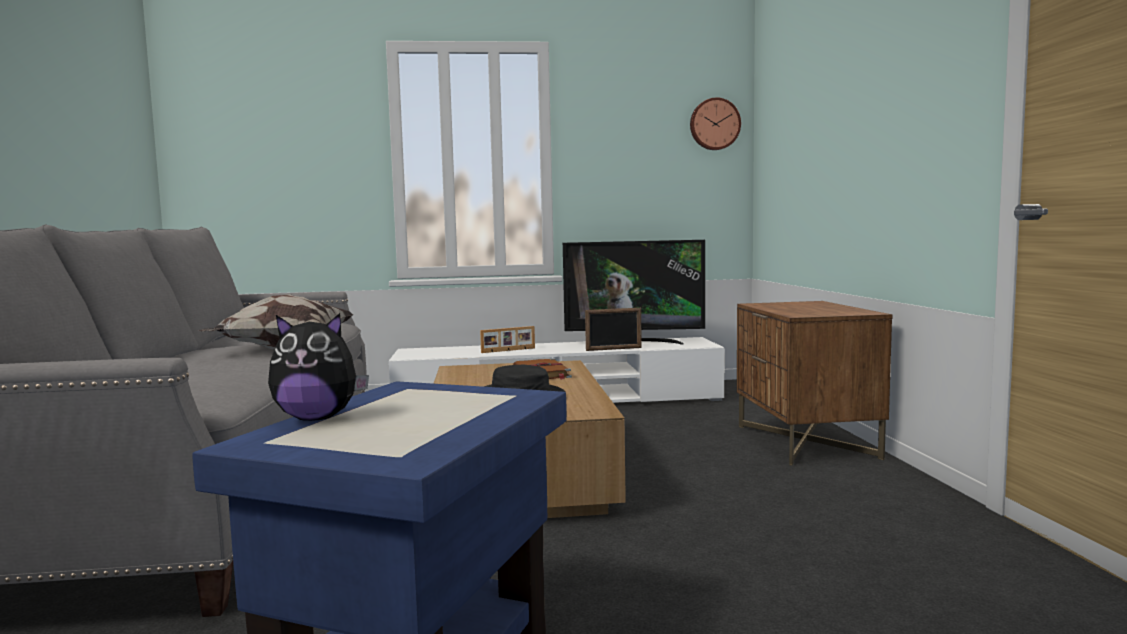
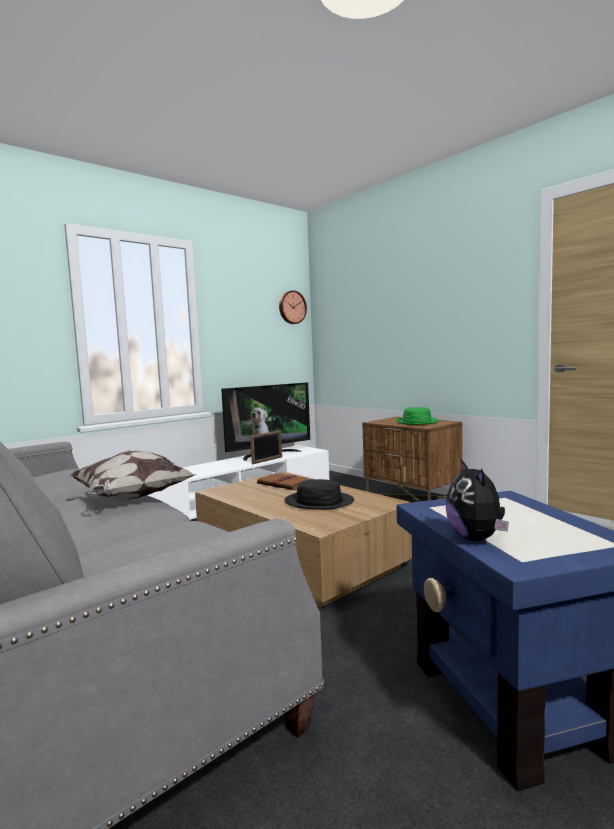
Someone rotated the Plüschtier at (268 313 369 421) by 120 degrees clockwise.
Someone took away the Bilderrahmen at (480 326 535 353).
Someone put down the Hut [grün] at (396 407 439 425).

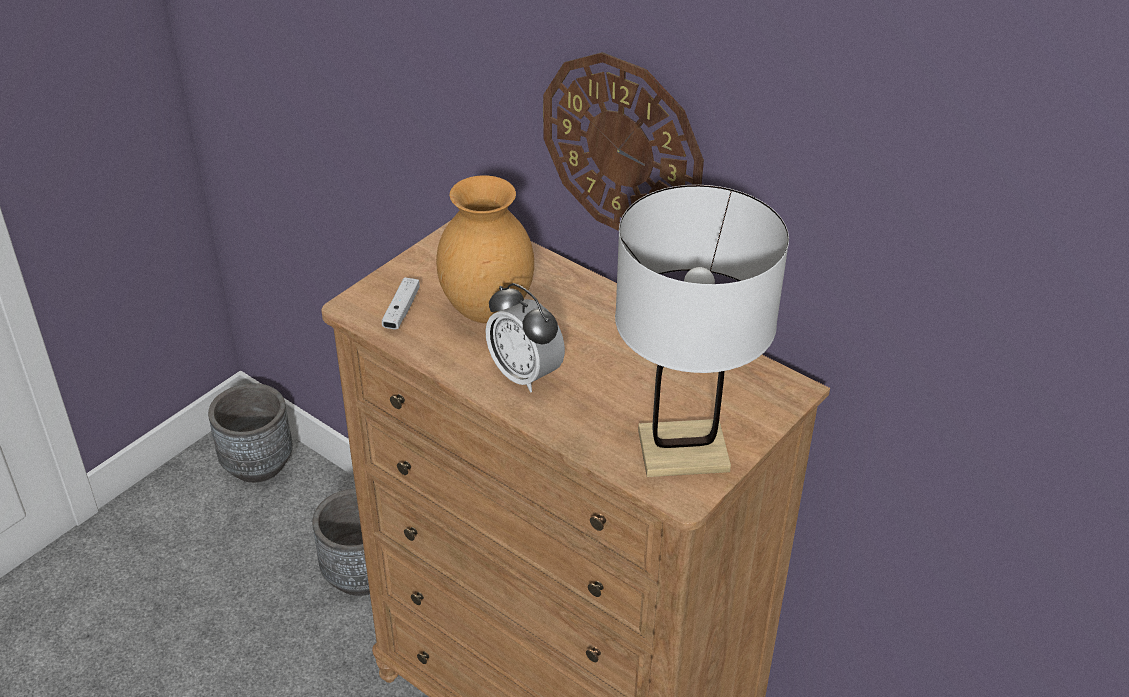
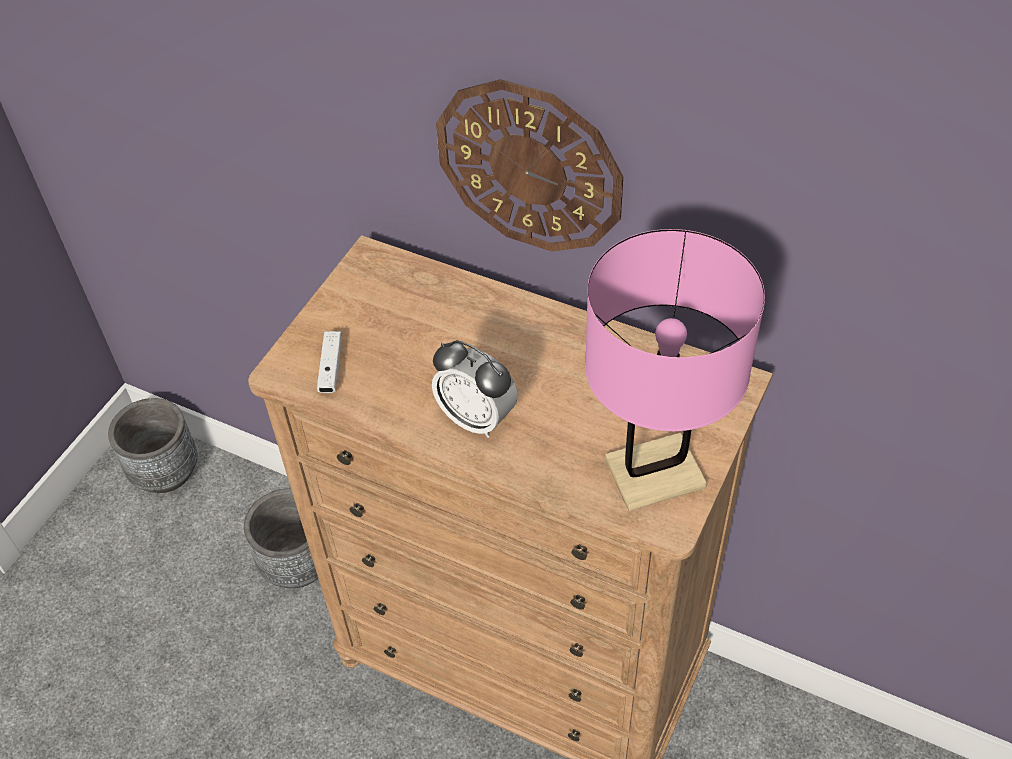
Someone took away the Vase [braun] at (436 175 534 323).
Someone repainted the Tischlampe [weiß] at (615 185 789 477), which became the Tischlampe [rosa] at (585 229 765 511).

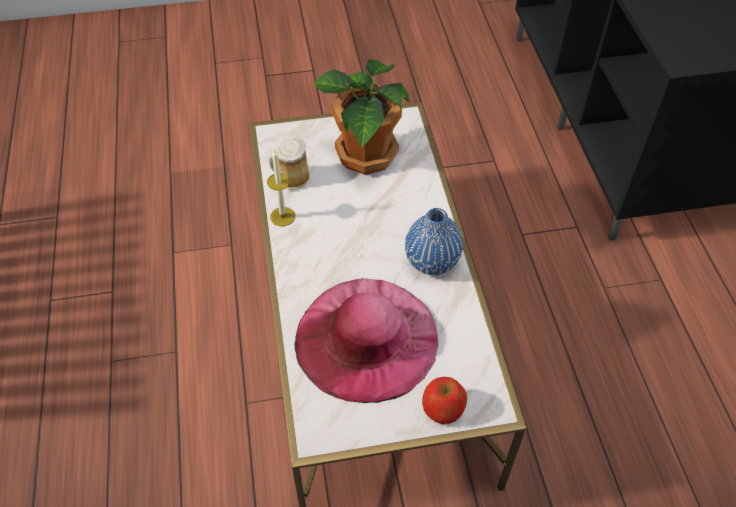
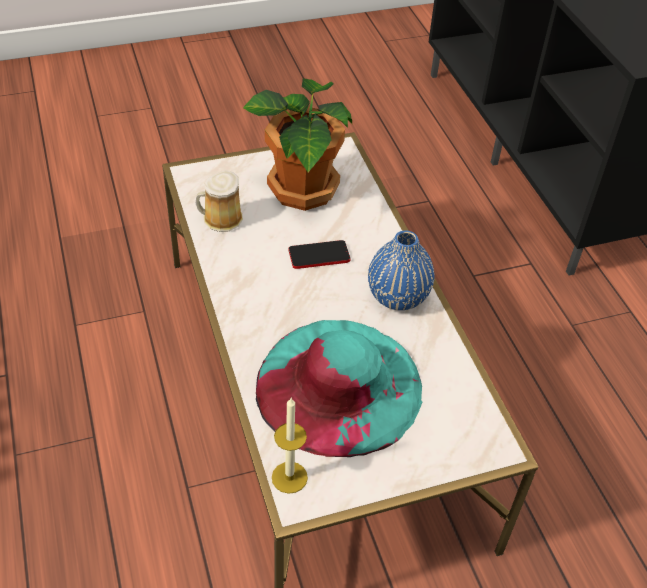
Someone carried the Kerze from (267 150 295 226) to (272 398 308 494).
Someone repainted the Hut [rosa] at (294 278 438 403), which became the Hut [türkis] at (256 320 422 457).
Someone took away the Apfel at (422 377 467 424).
Someone put down the Handy at (288 240 351 269).

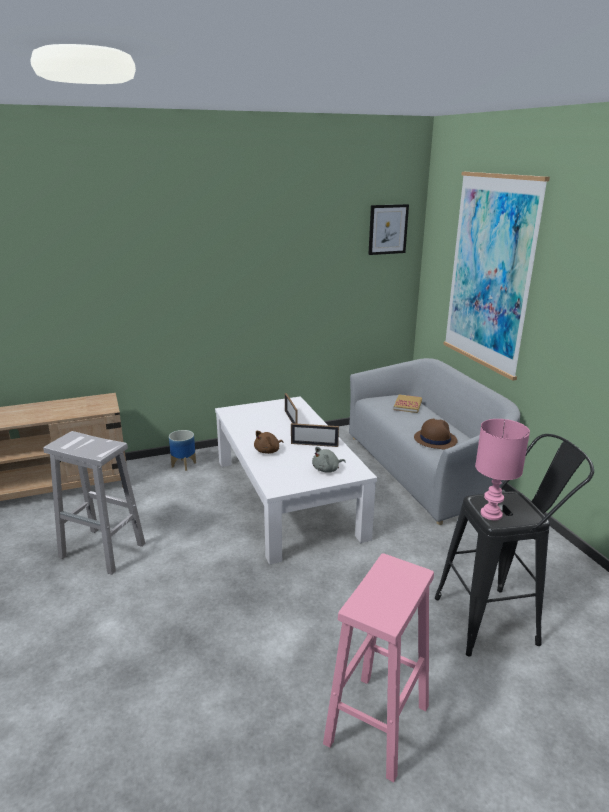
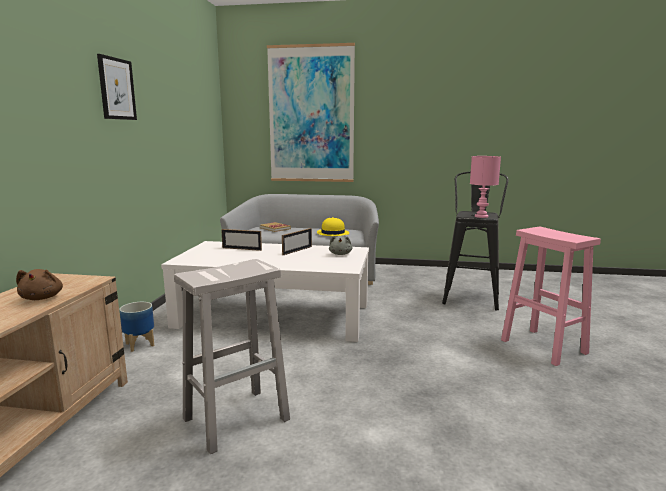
Someone carried the Plüschtier [braun] from (254 431 283 454) to (16 269 63 300).
Someone carried the Bild from (368 204 409 255) to (97 54 137 120).
Someone repainted the Hut [braun] at (414 419 458 450), which became the Hut [gelb] at (317 217 349 236).

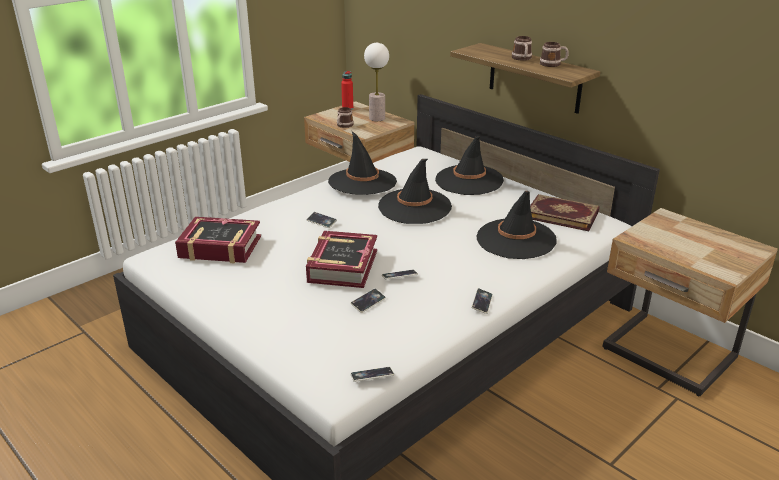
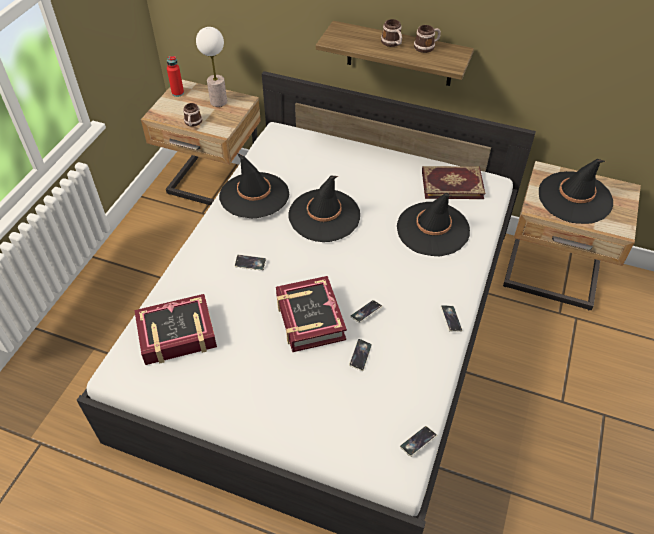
Someone carried the Hut [schwarz] from (435 136 504 195) to (539 159 613 224).

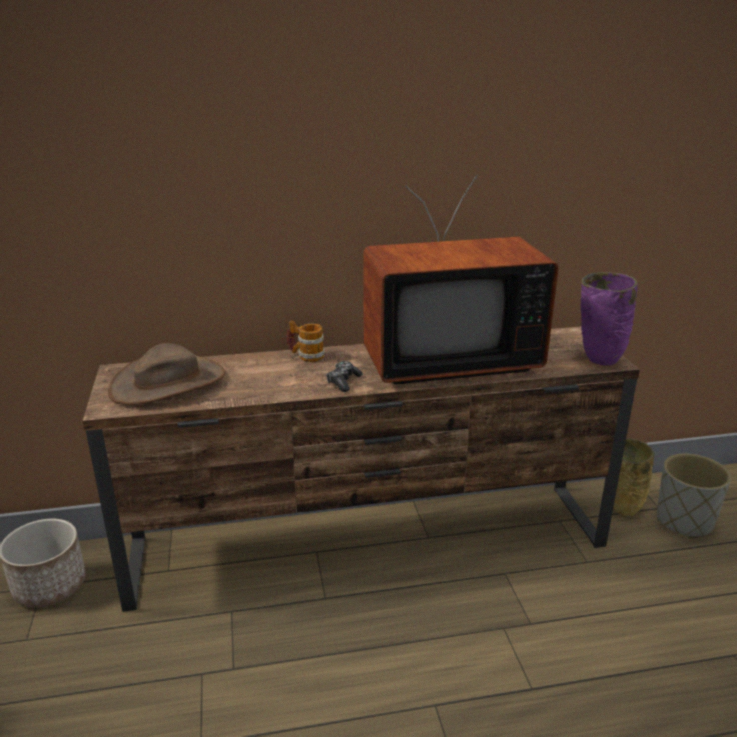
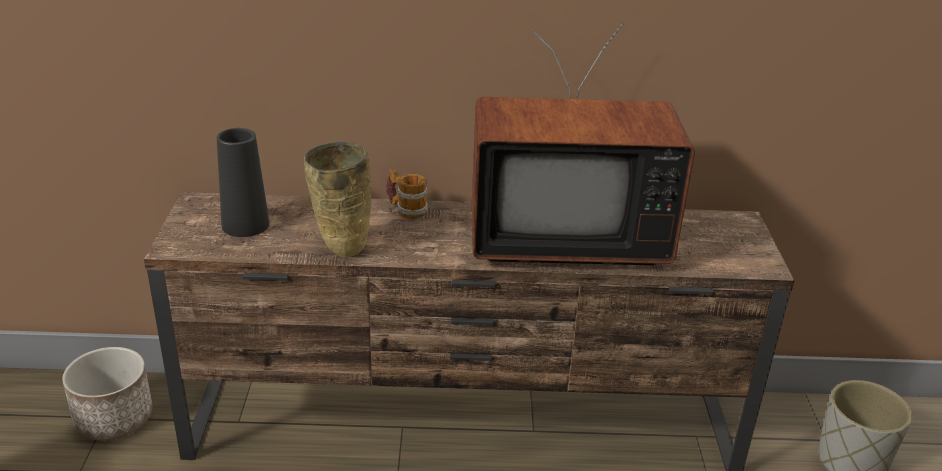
Someone swapped the Hut [braun] at (108 343 225 405) for the Vase [schwarz] at (217 128 269 237).
Someone took away the Gamepad at (326 361 363 392).
Someone took away the Vase [lila] at (581 272 638 365).
Someone carried the Vase [beige] from (613 438 654 516) to (304 142 371 257).

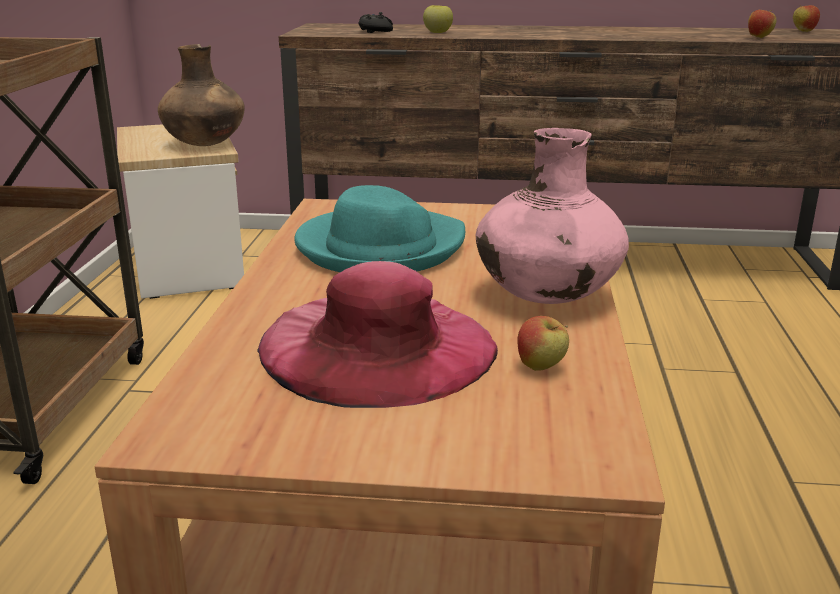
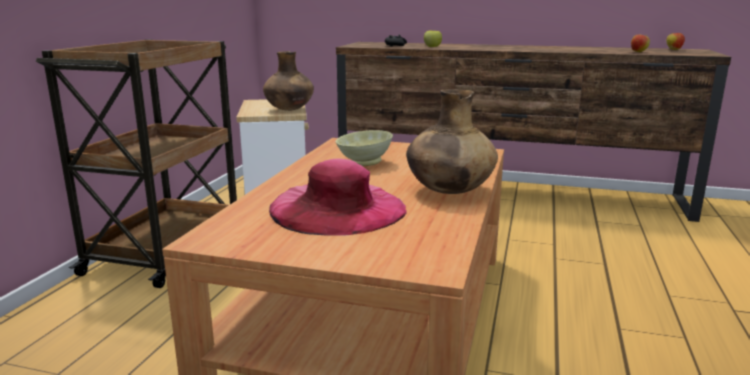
Someone swapped the Hut [türkis] at (294 185 465 272) for the Schüssel [beige] at (336 130 393 166).
Someone repainted the Vase [rosa] at (476 128 629 304), which became the Vase [braun] at (406 89 498 194).
Someone took away the Apfel at (517 316 569 371).

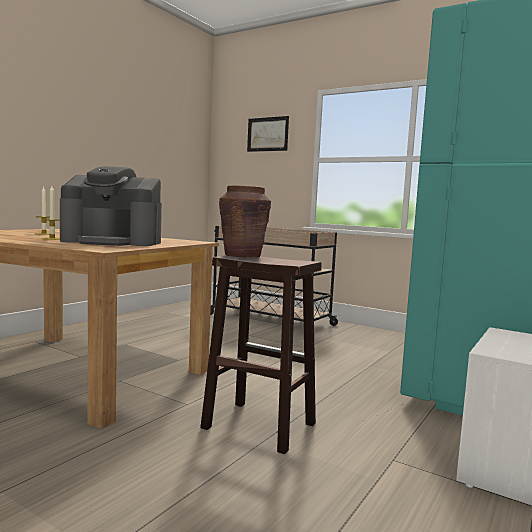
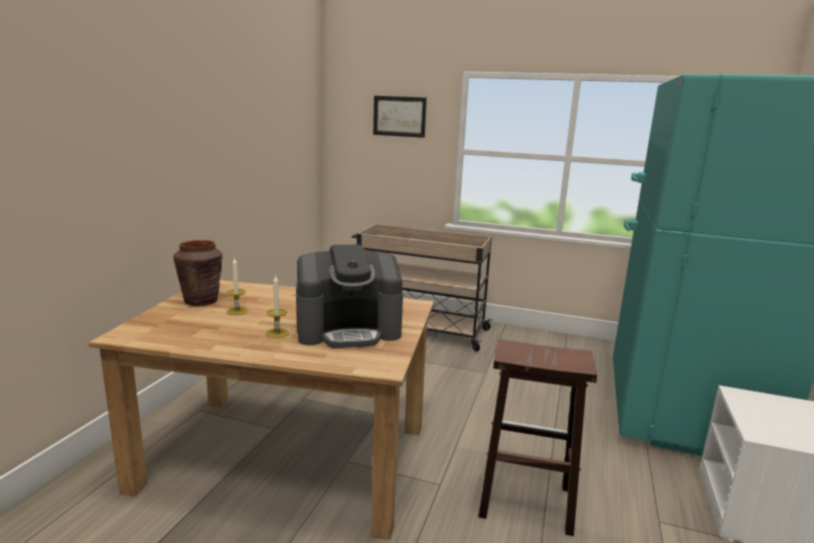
Someone carried the Vase [braun] from (219 185 271 257) to (173 240 223 306).

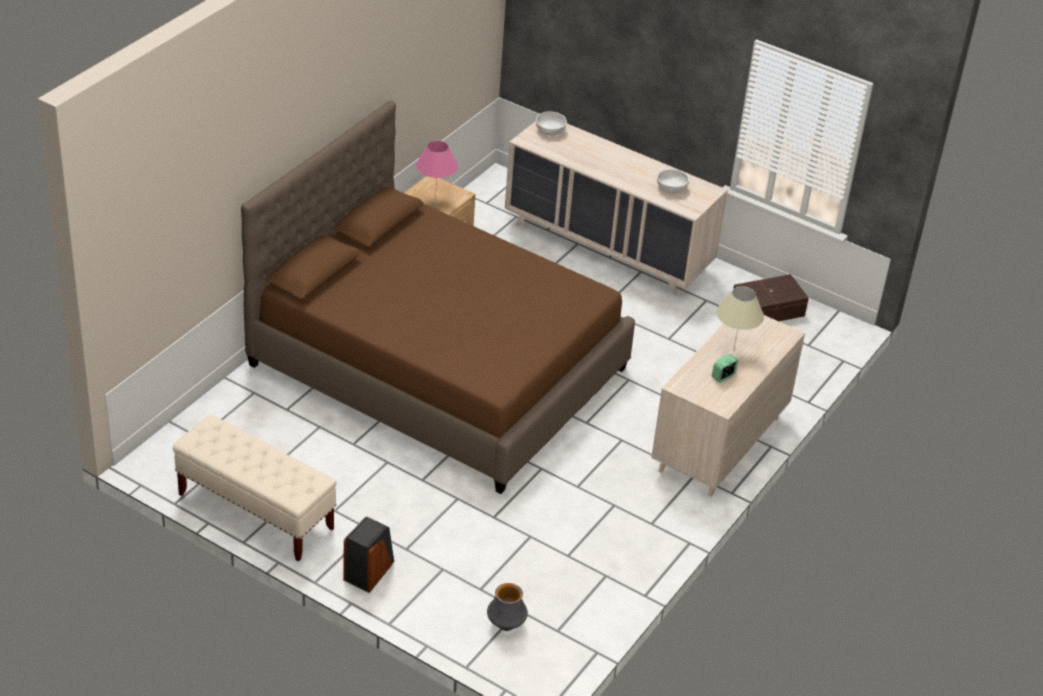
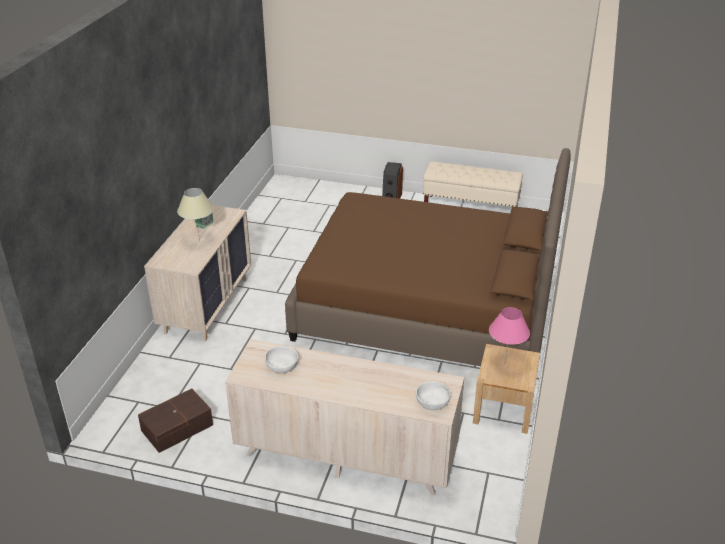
Someone took away the Vase at (487 583 528 631).

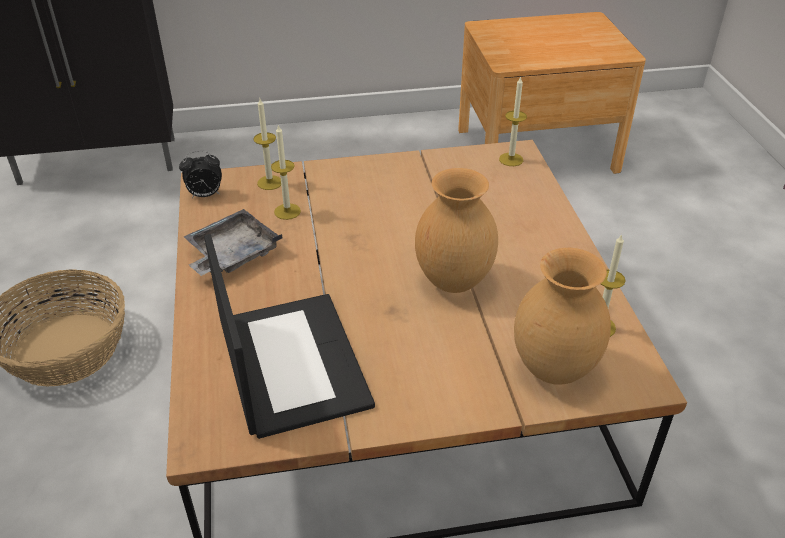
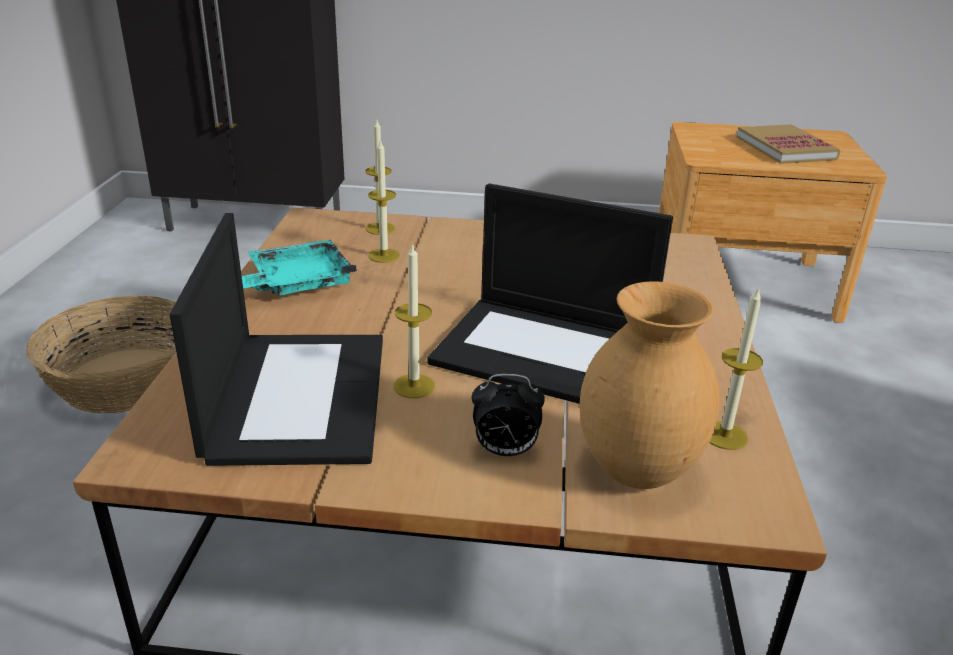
Someone carried the Wecker from (179 151 222 198) to (472 374 545 456).
Someone repainted the Tablett [grau] at (184 209 282 276), which became the Tablett [türkis] at (242 240 357 295).
Someone swapped the Vase [braun] at (415 168 498 293) for the Laptop at (427 183 673 404).
Someone carried the Kerze from (499 76 527 166) to (394 243 435 398).
Someone put down the Buch at (736 124 841 164).

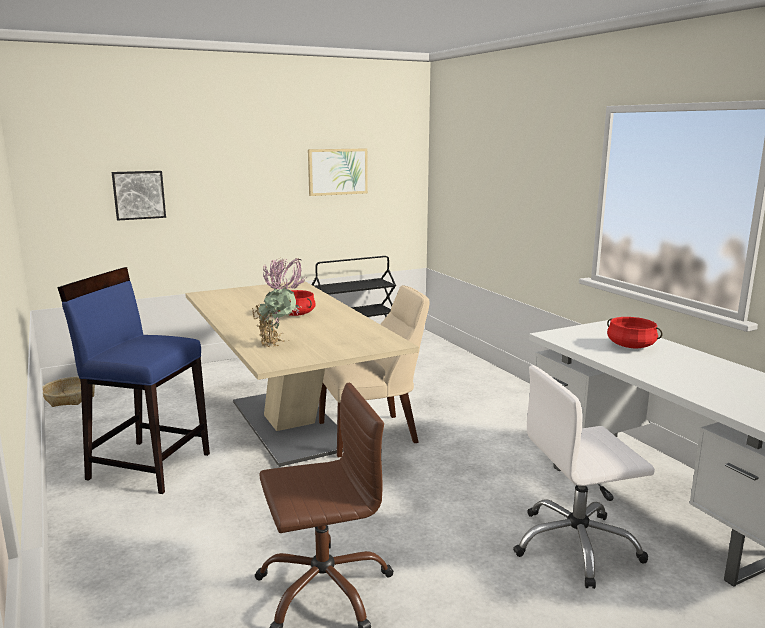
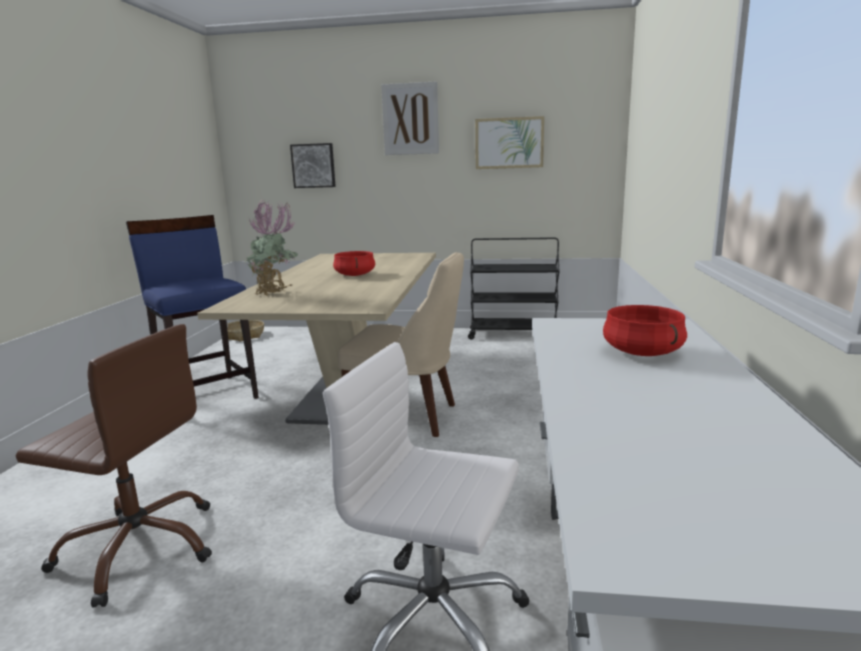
Someone put up the Bild at (381 81 439 155).

